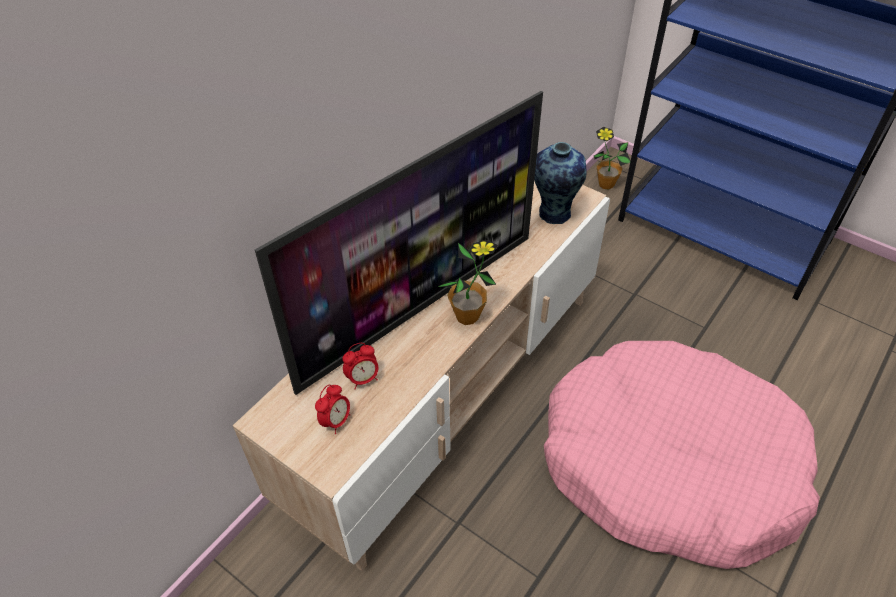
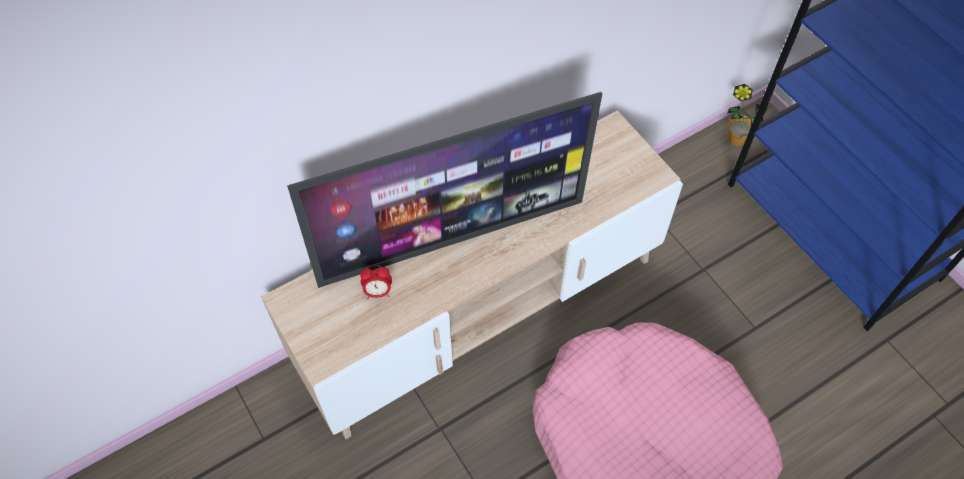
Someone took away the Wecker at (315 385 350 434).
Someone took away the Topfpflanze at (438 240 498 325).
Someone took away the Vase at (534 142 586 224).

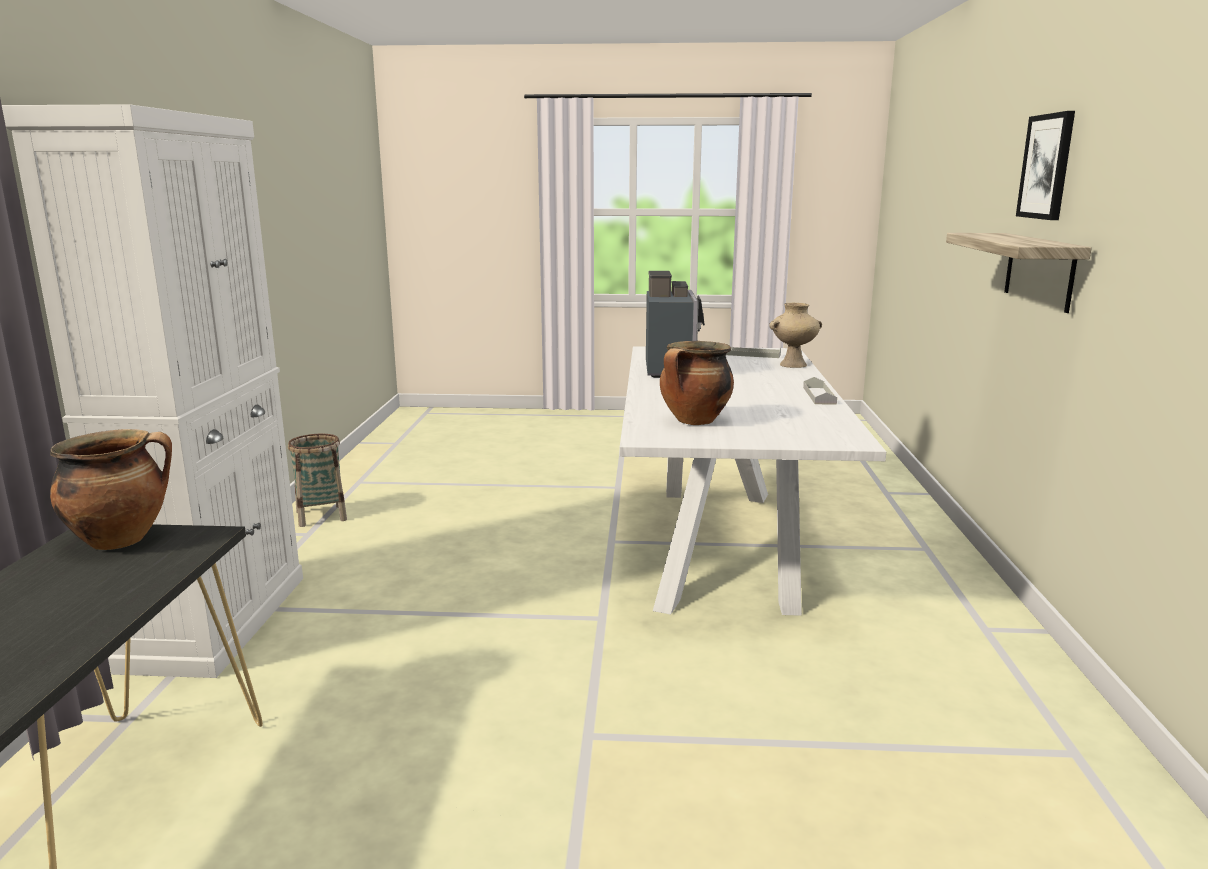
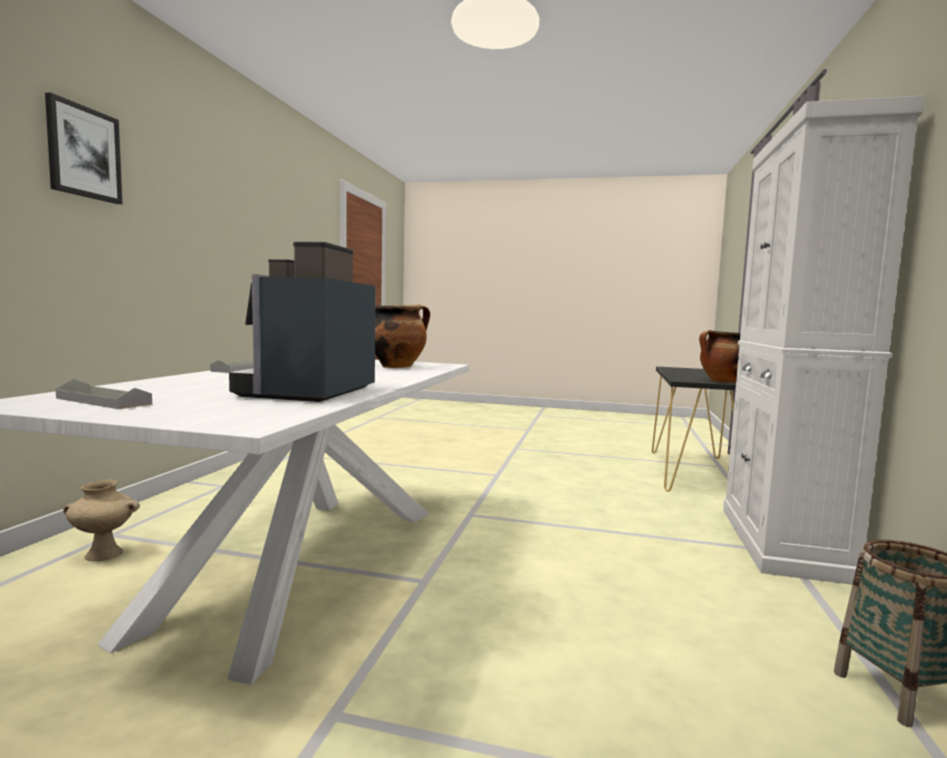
Someone carried the Vase [beige] from (769 303 822 368) to (63 480 140 561).
Someone took away the Wandregal at (946 233 1092 313).

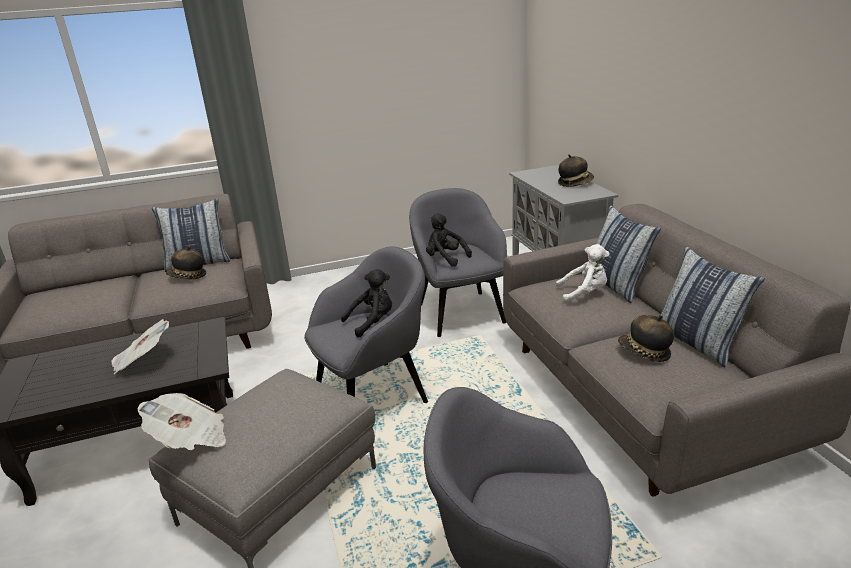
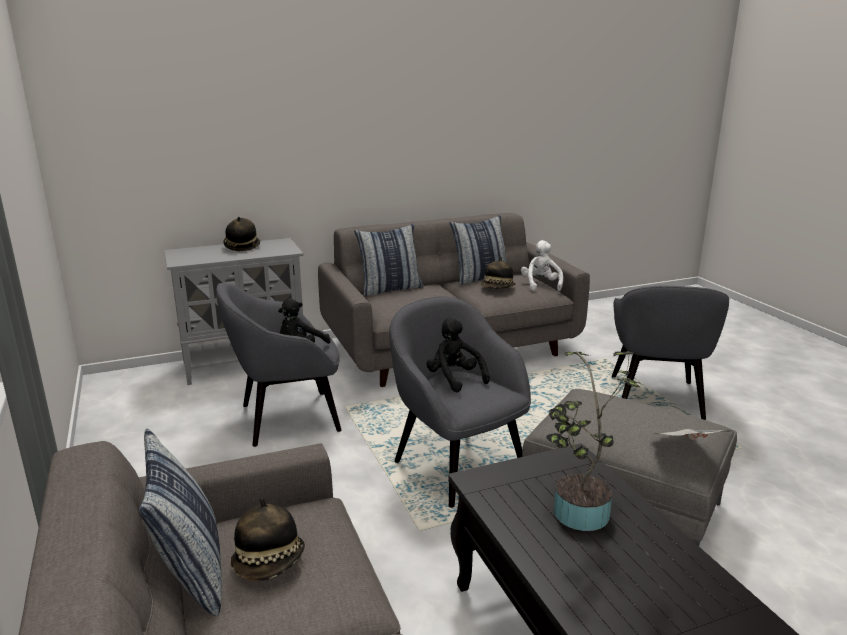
Someone swapped the Zeitung at (111 319 169 374) for the Topfpflanze at (546 351 640 531).
Someone carried the Plüschtier [weiß] from (556 244 609 304) to (521 240 563 291).

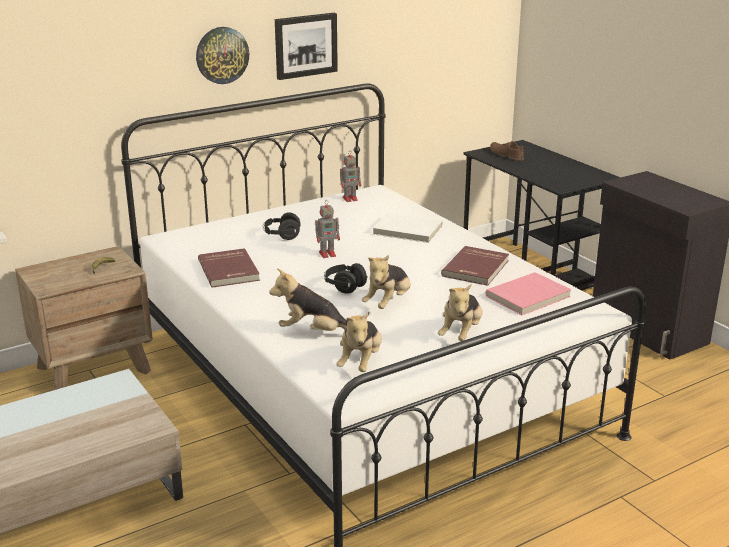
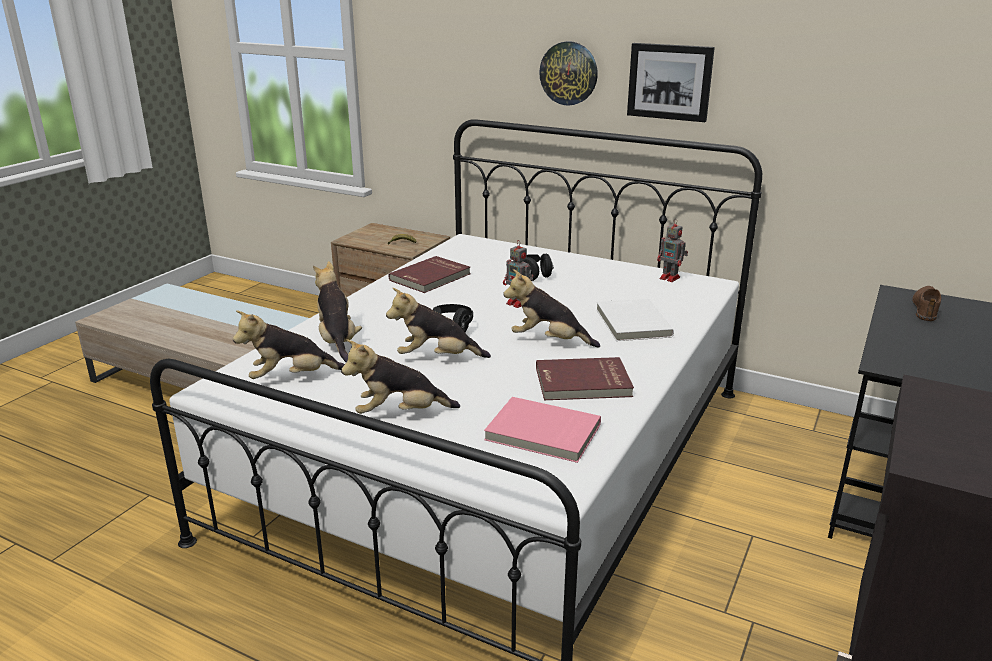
Someone put down the Plüschtier at (503 269 600 348).

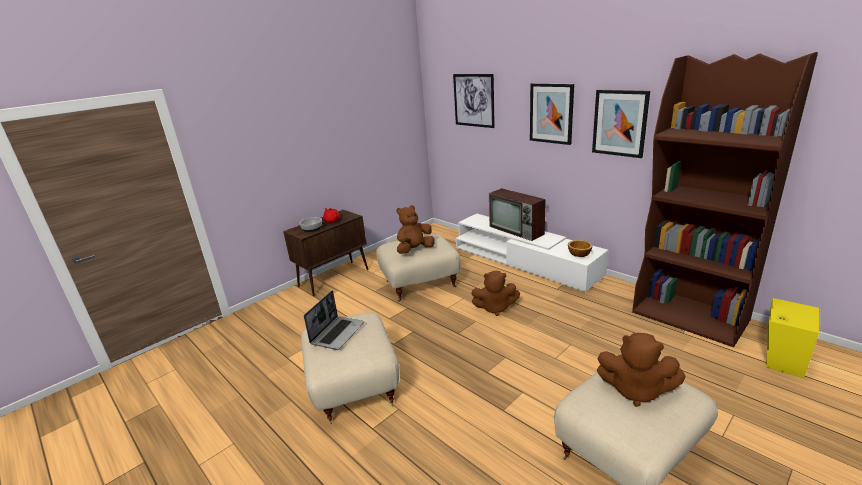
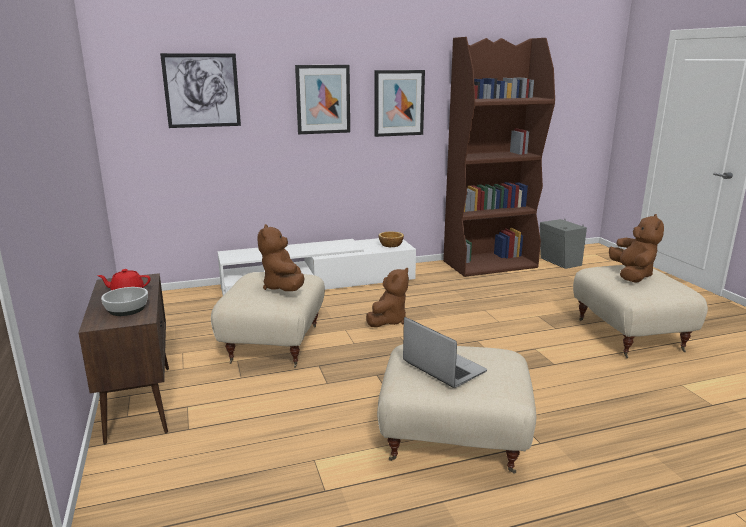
Someone took away the Fernseher at (489 188 546 241).
Someone rotated the Plüschtier [braun] at (597 333 686 407) by 45 degrees counterclockwise.
Someone repainted the Lautsprecher [gelb] at (766 298 820 378), which became the Lautsprecher [grau] at (540 219 587 269).

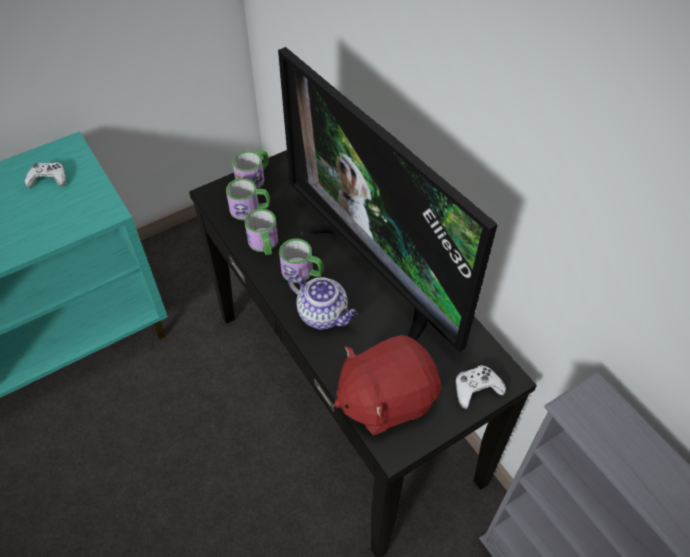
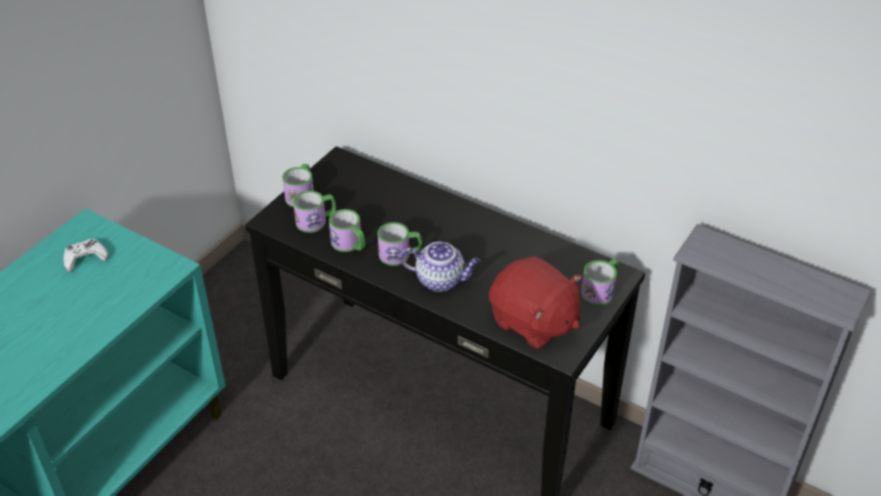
Someone took away the Fernseher at (278 47 498 352).
Someone rotated the Plüschtier [rot] at (334 335 441 435) by 90 degrees counterclockwise.
Someone swapped the Gamepad [weiß] at (456 365 506 409) for the Henkelbecher at (581 259 619 305).

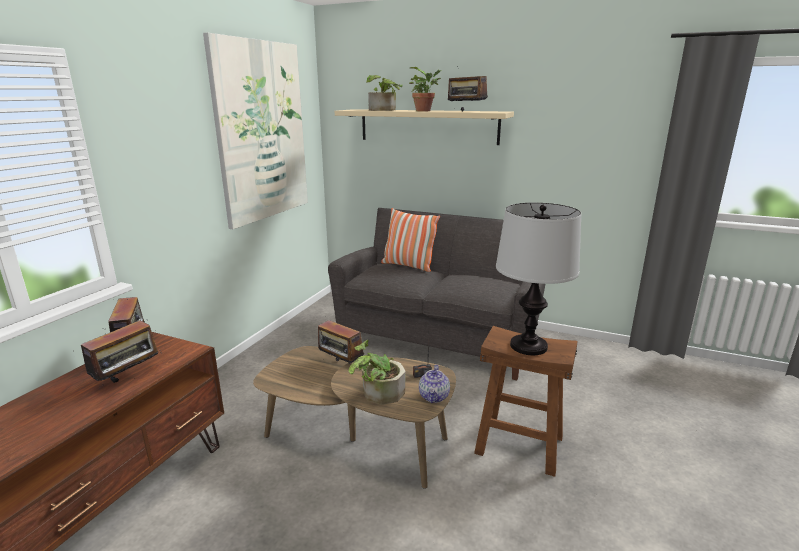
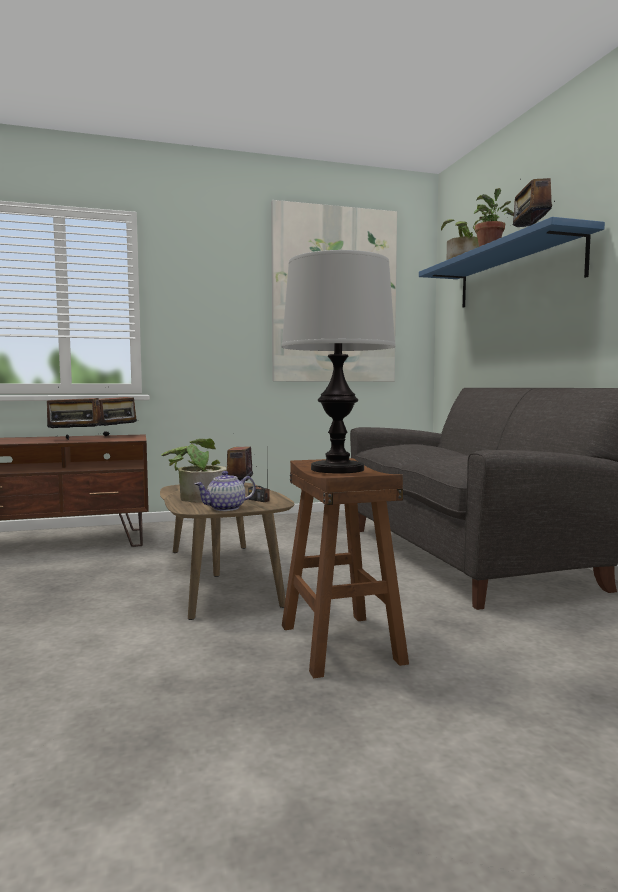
Someone repainted the Wandregal [beige] at (335 109 514 145), which became the Wandregal [blau] at (419 217 605 308).
Someone took away the Kissen at (381 208 440 272).

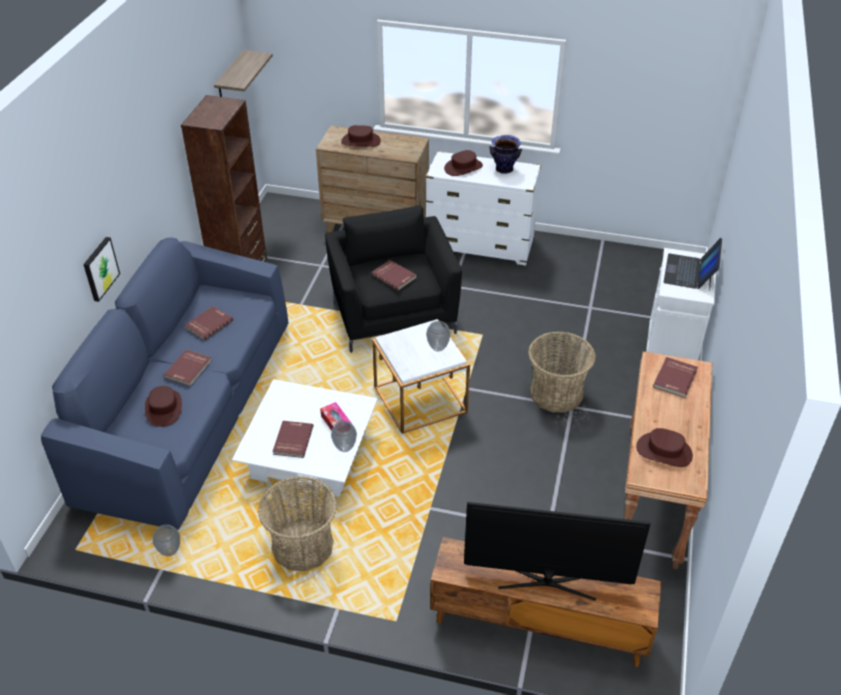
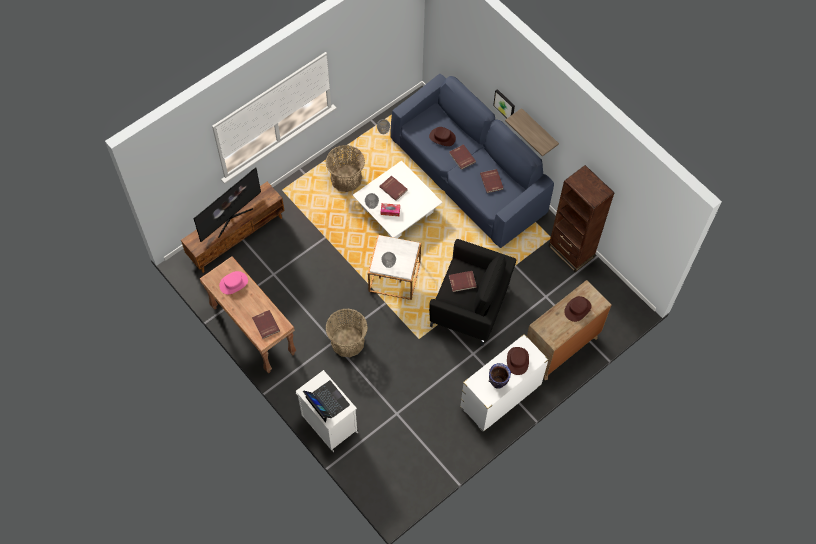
Someone carried the Wandregal from (214 50 273 97) to (505 108 559 157).
Someone repainted the Hut [braun] at (636 428 693 467), which became the Hut [rosa] at (219 271 248 294).

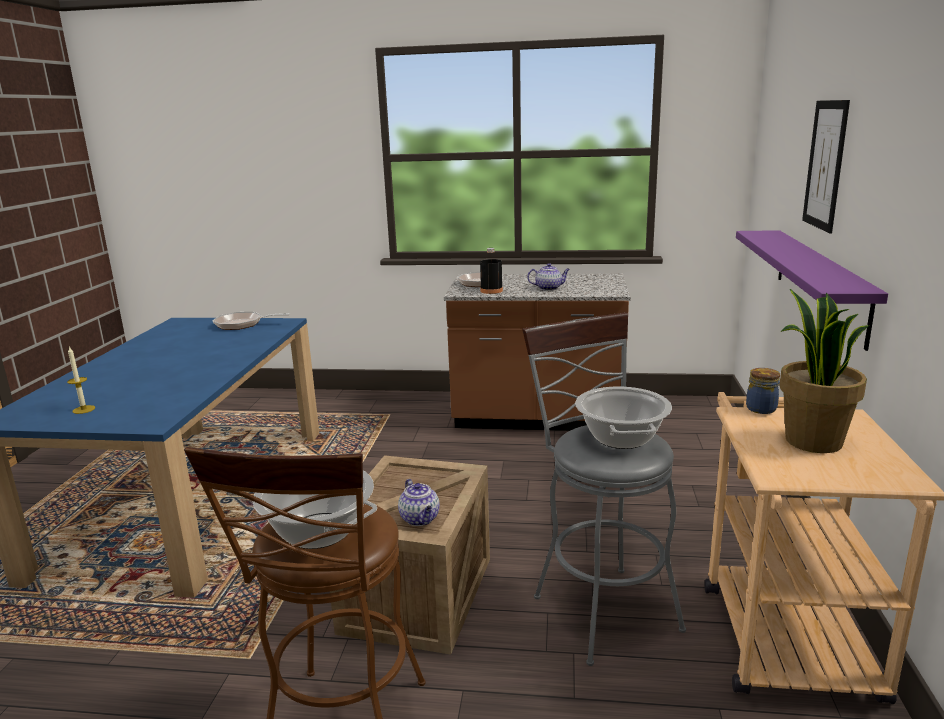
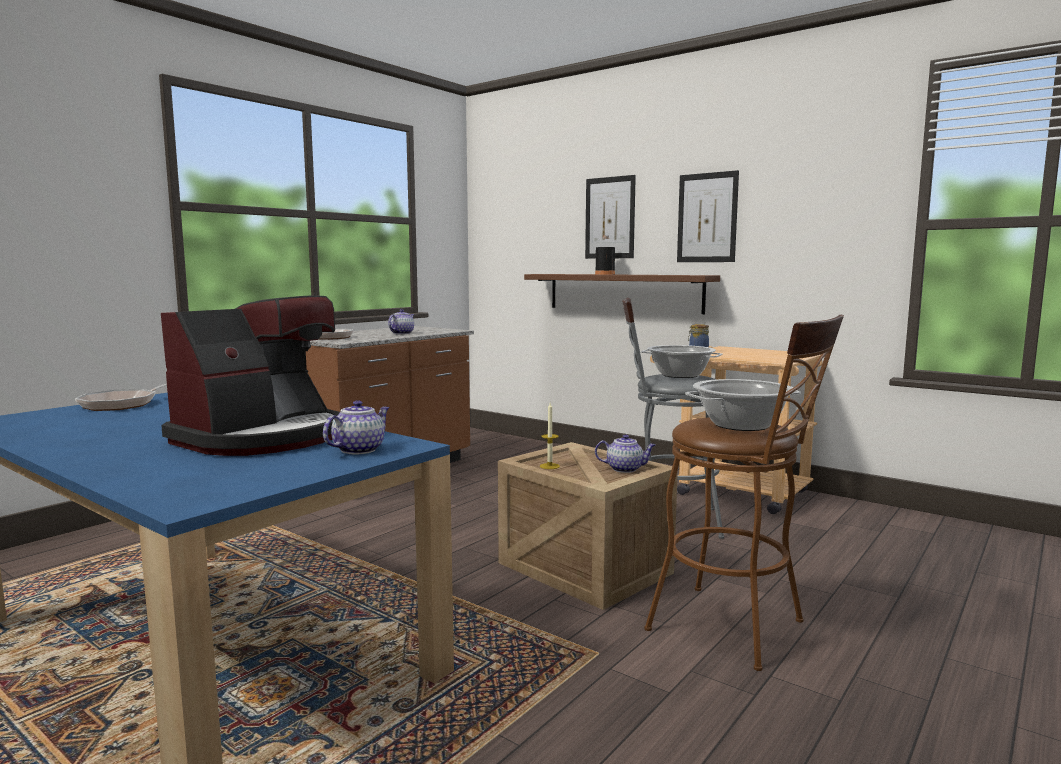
Someone carried the Kerze from (67 346 95 414) to (540 403 560 469).
Someone carried the Flasche [schwarz] from (480 248 503 294) to (595 235 615 274).
Someone repainted the Wandregal [lila] at (736 230 888 351), which became the Wandregal [braun] at (524 274 720 314).
Someone took away the Topfpflanze at (780 289 870 453).
Someone put down the Kaffeemaschine at (161 295 340 456).
Someone put down the Teekanne at (323 400 390 455).
Someone put up the Bild at (677 170 739 262).

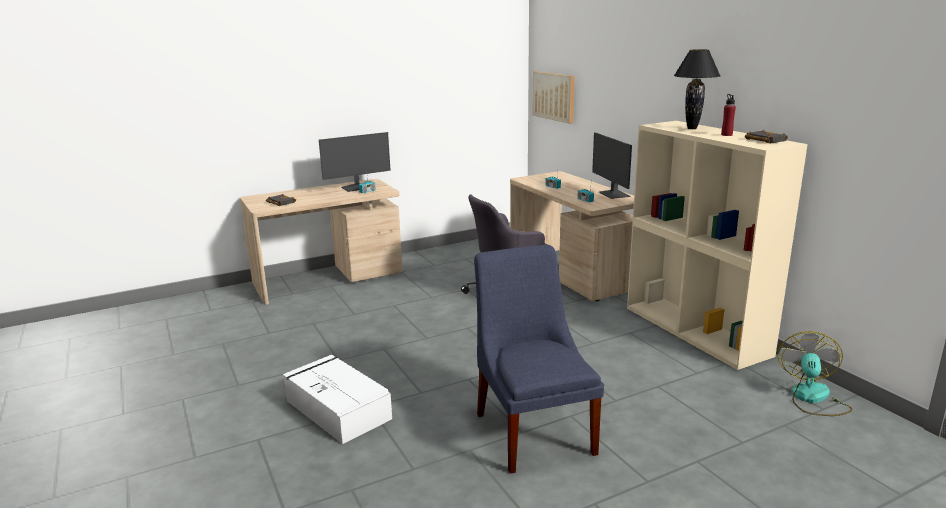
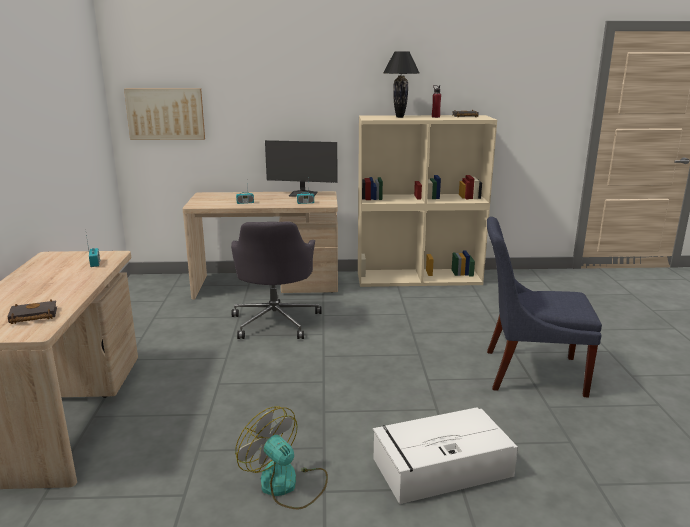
Someone took away the Monitor at (319 132 391 192).
Someone carried the Ventilator from (778 331 852 416) to (235 407 328 509).

